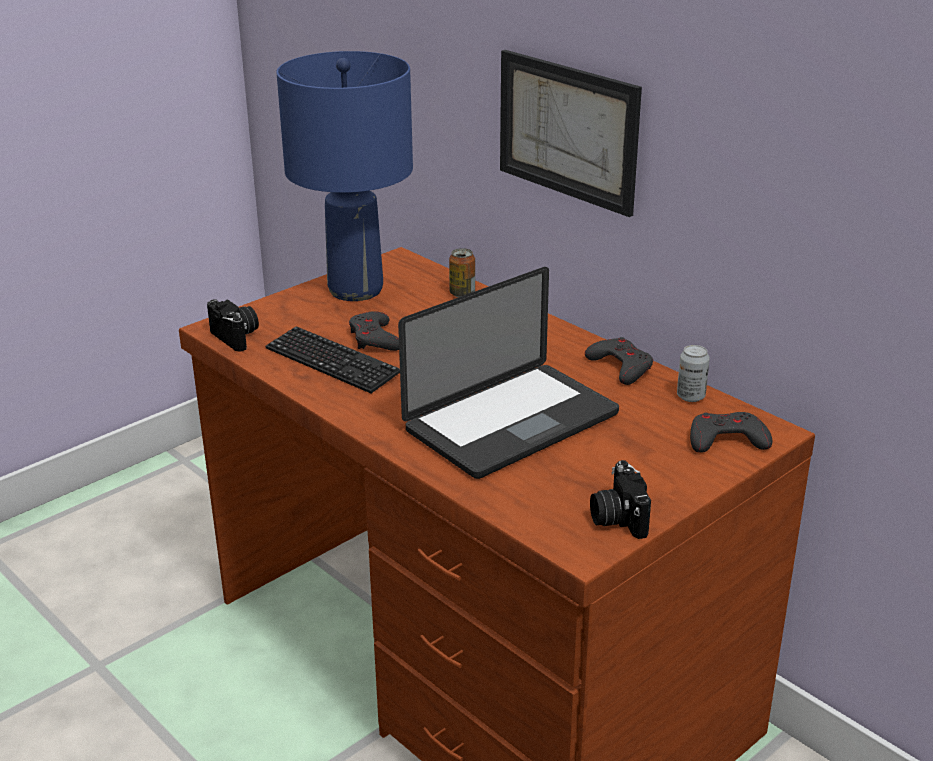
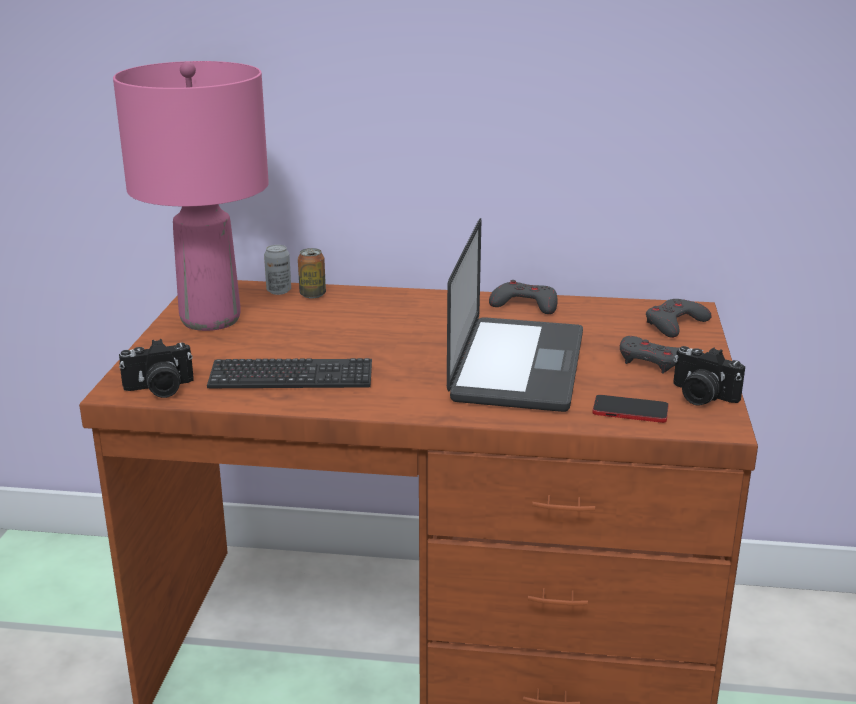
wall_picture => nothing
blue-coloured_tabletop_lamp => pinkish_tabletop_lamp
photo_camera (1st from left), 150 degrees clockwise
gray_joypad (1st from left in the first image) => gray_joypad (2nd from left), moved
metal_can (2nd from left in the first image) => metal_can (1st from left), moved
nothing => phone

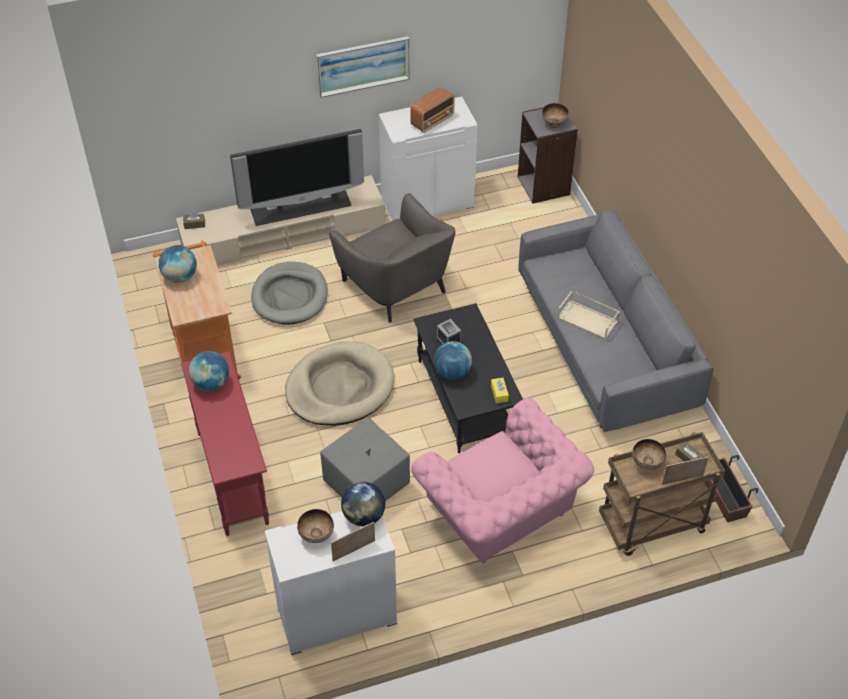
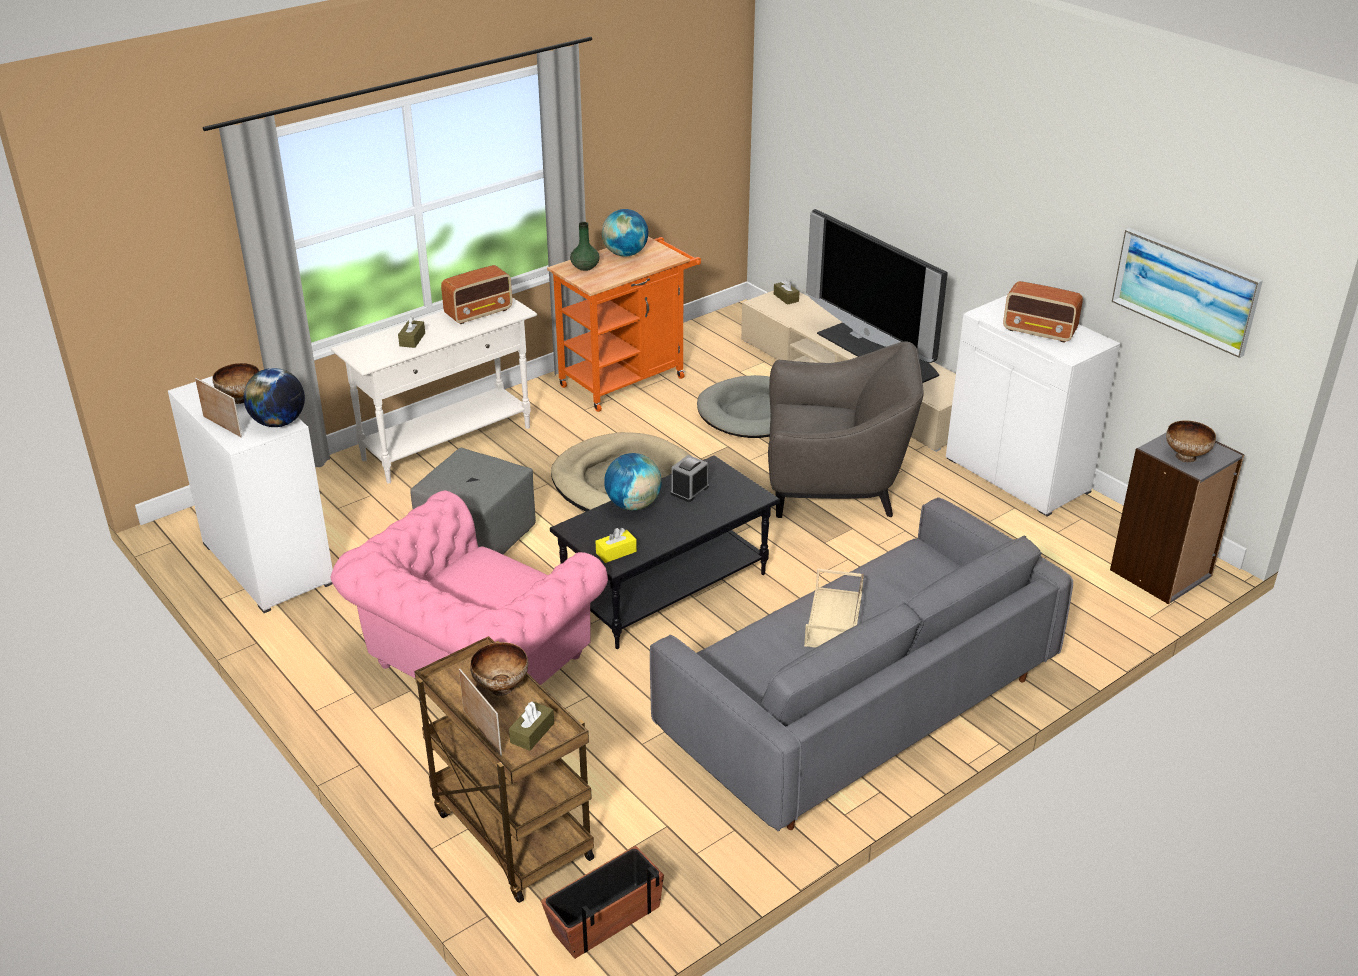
wall_picture, moved
gray_lounge_chair, 120 degrees counterclockwise
reddish_console_table => white_console_table
globe (2nd from left) => radio_set (1st from left)
nothing => greenish_flower_vase
nothing => brownish_tissue_holder (1st from left)

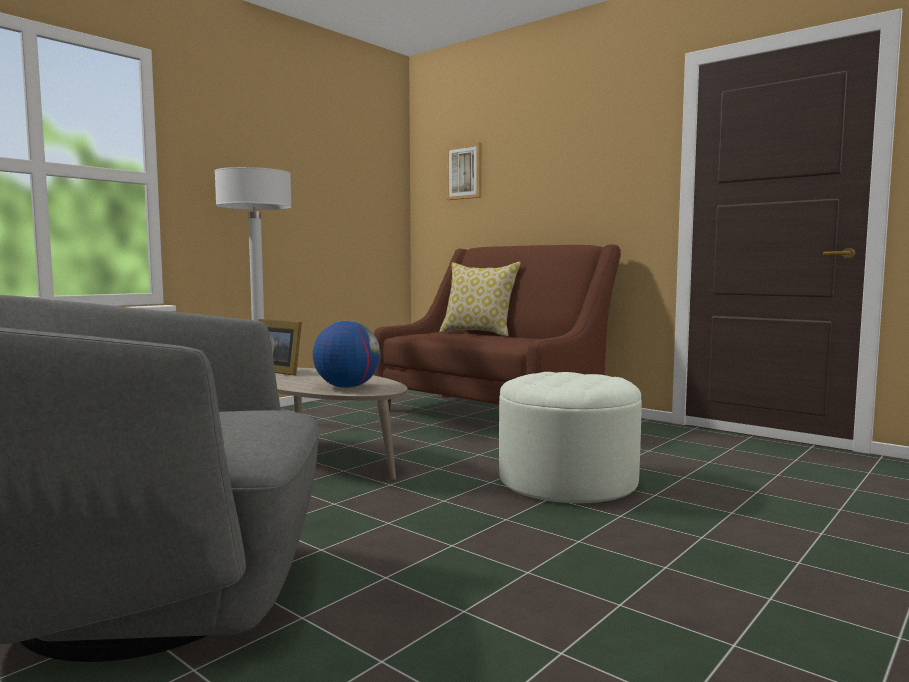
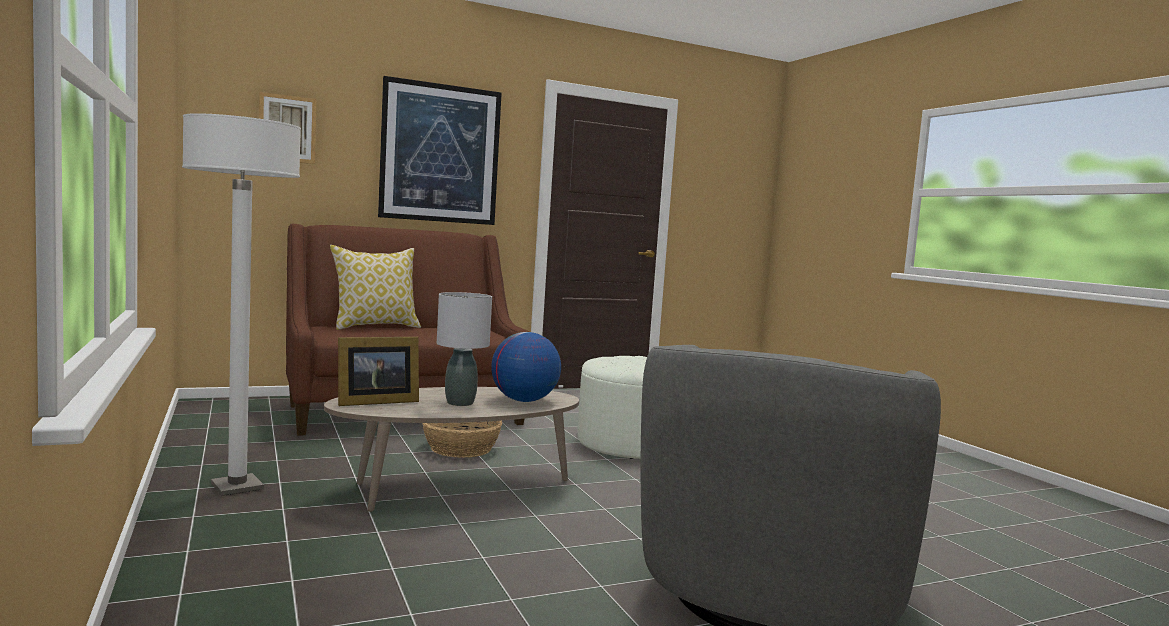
nothing => wall_picture (2nd from left)
nothing => gray_tabletop_lamp
nothing => household_basket

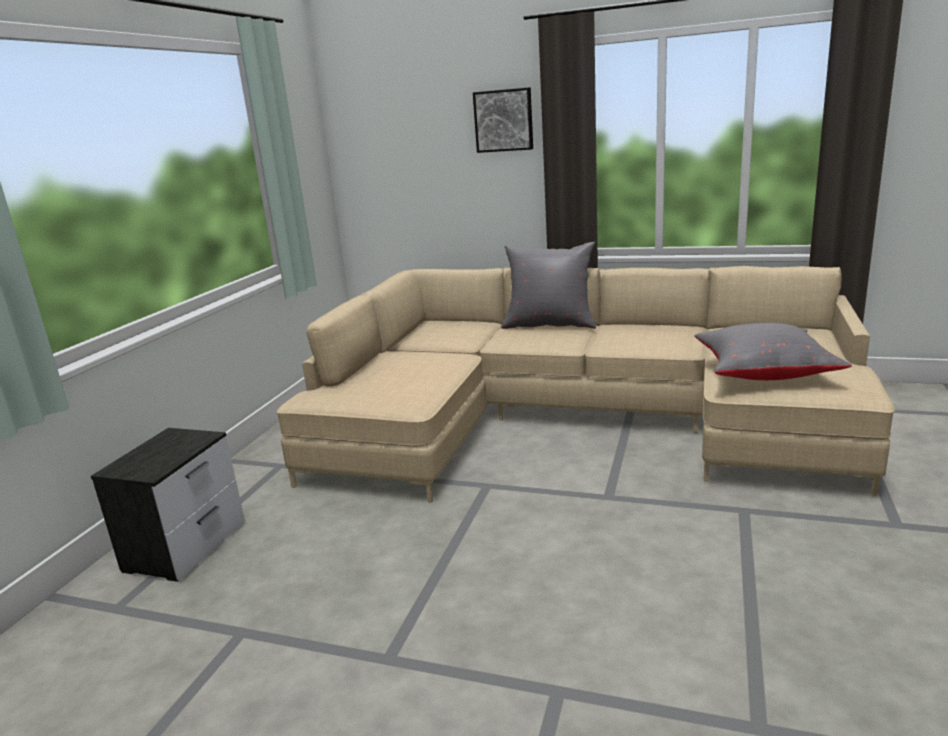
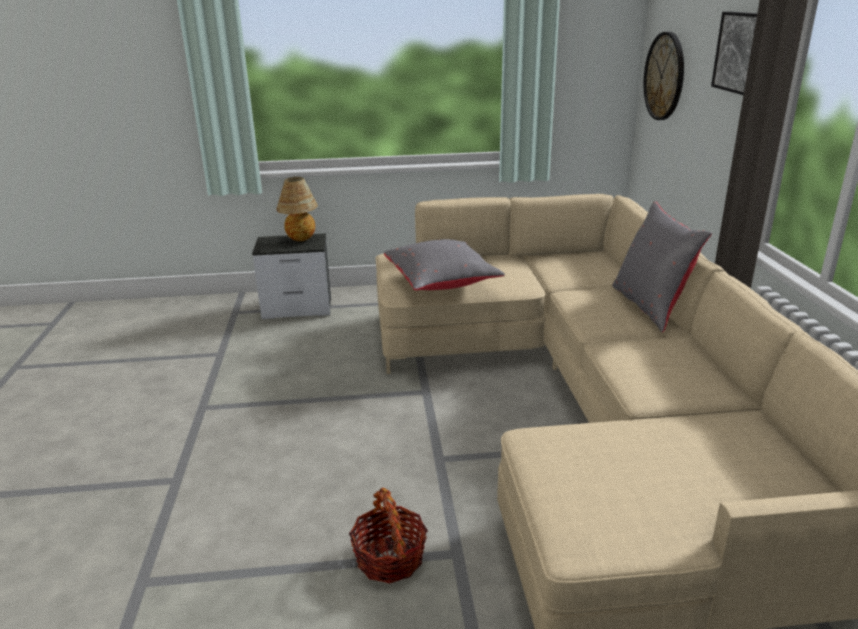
gray_throw_pillow (2nd from left in the first image) => gray_throw_pillow (1st from left), moved
nothing => wall_clock
nothing => tabletop_lamp
nothing => household_basket

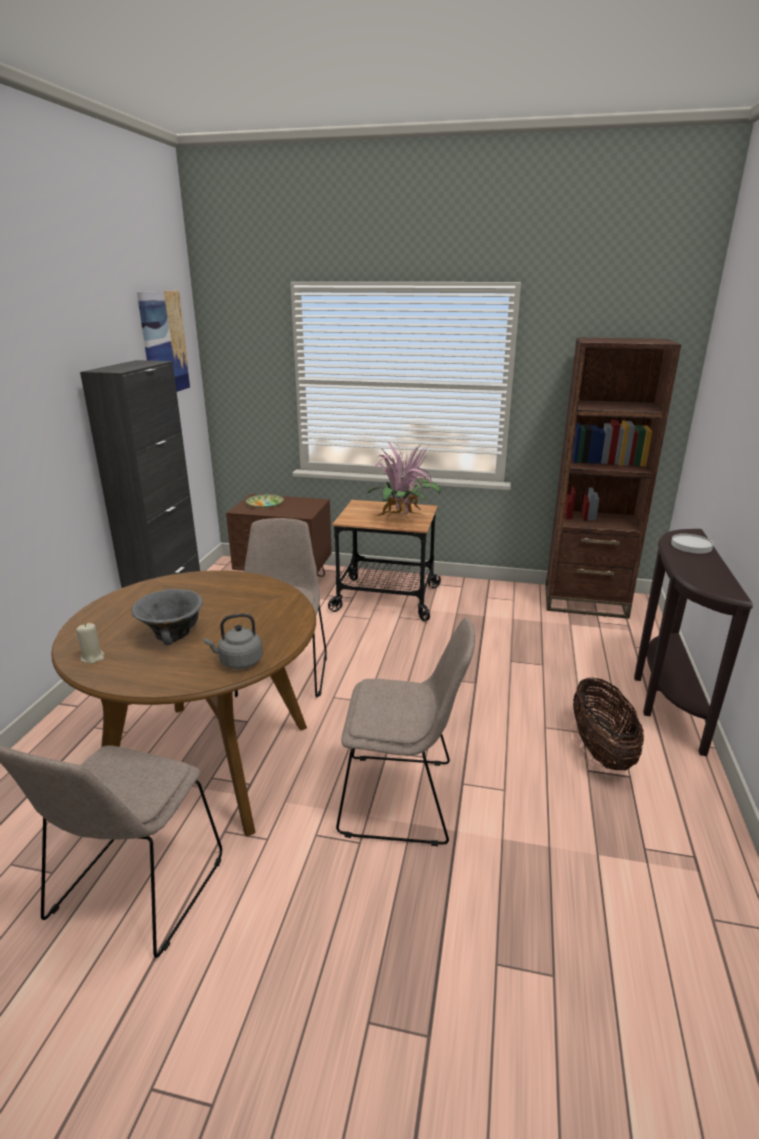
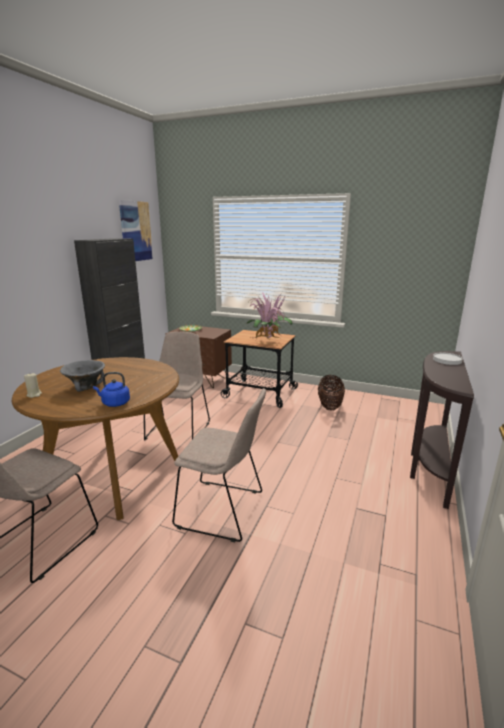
brownish_bookshelf => nothing
gray_tea_kettle => blue-coloured_tea_kettle
household_basket, moved

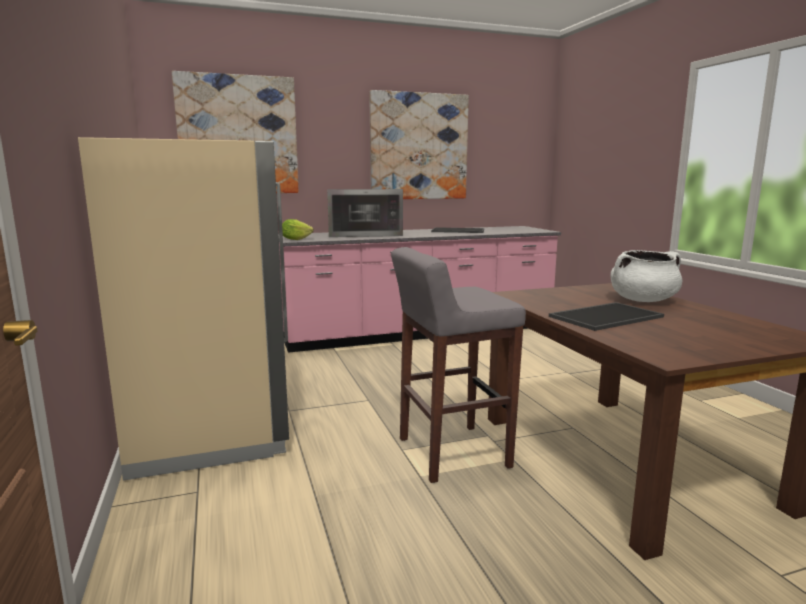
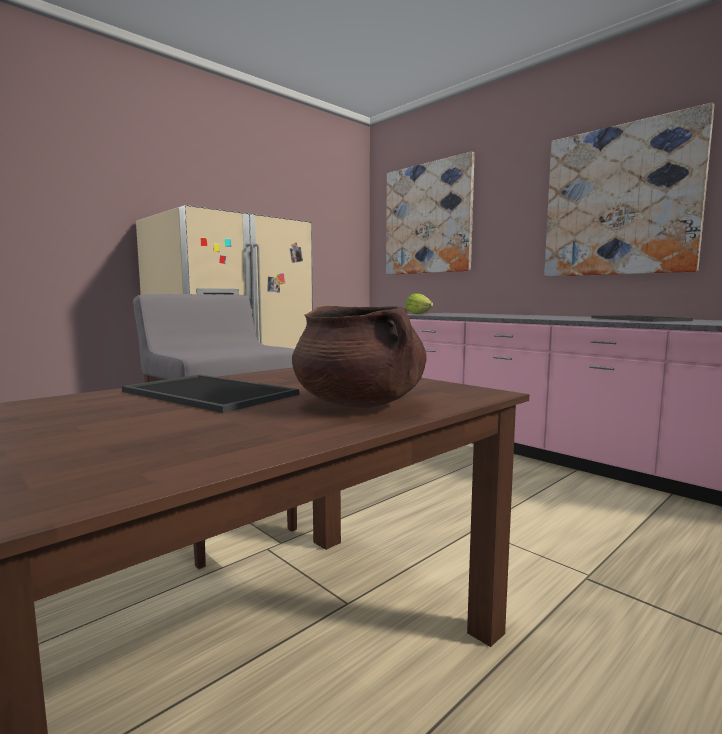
microwave_oven => nothing
white_cooking_pot => brownish_cooking_pot

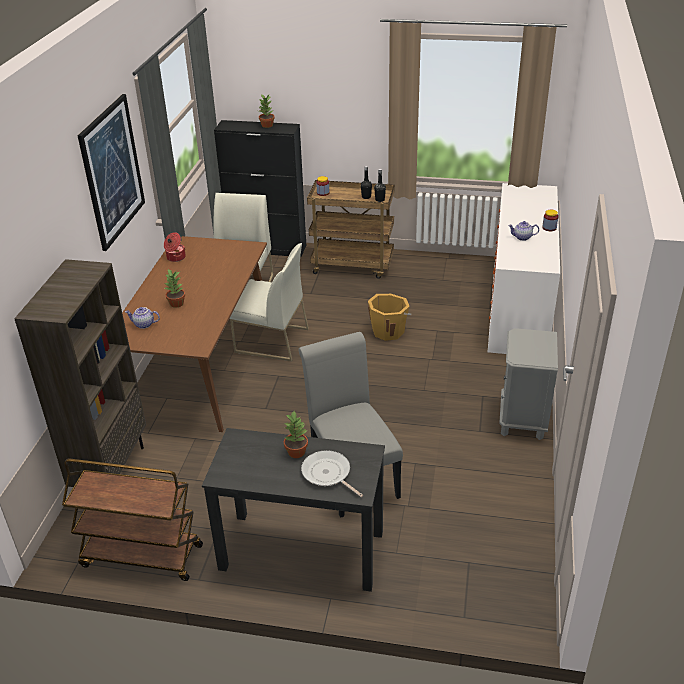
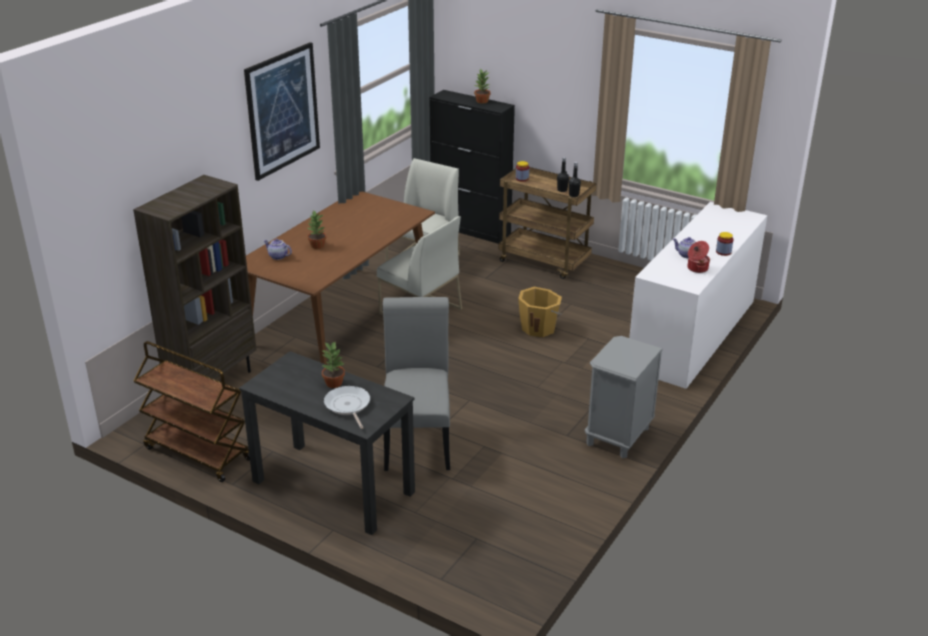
cooking_pot, moved

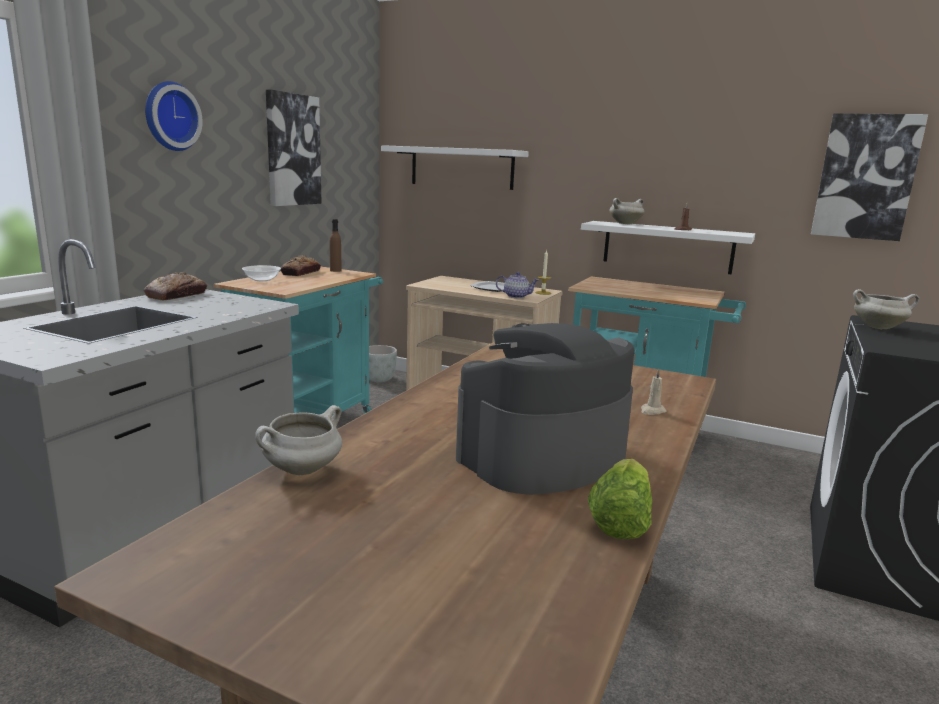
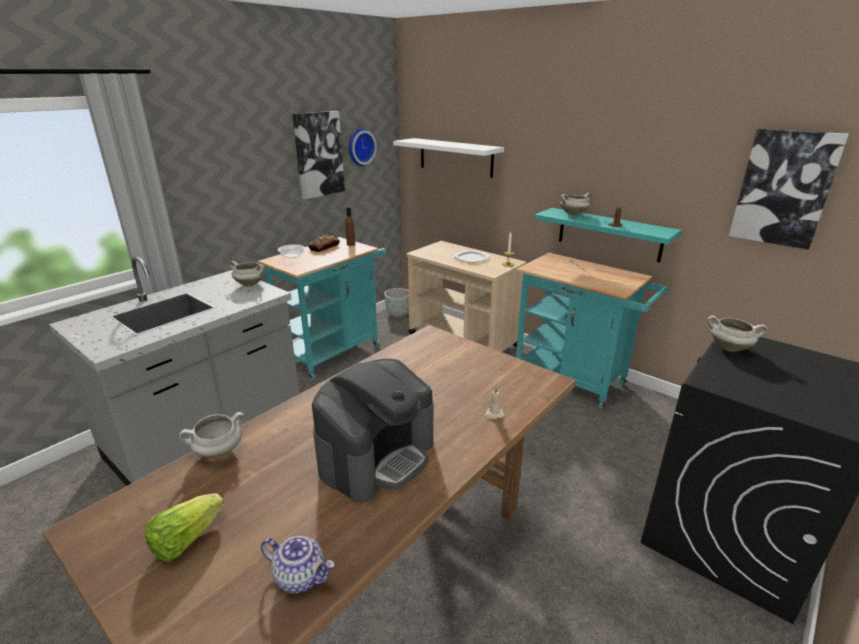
wall_clock, moved
white_bracket_shelf (2nd from left) => turquoise_bracket_shelf
bakery_bread (1st from left) => nothing
tea_pot, moved
coffee_brewer, 150 degrees clockwise
lettuce, moved
nothing => white_cooking_pot (2nd from left)

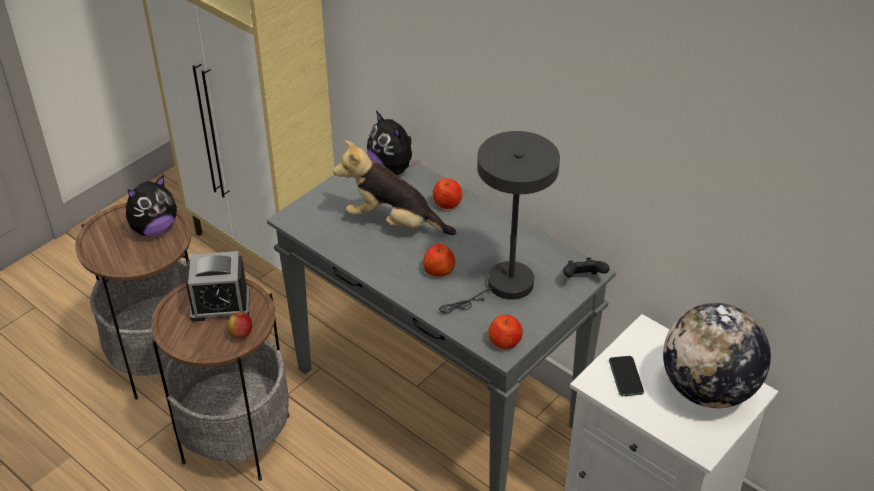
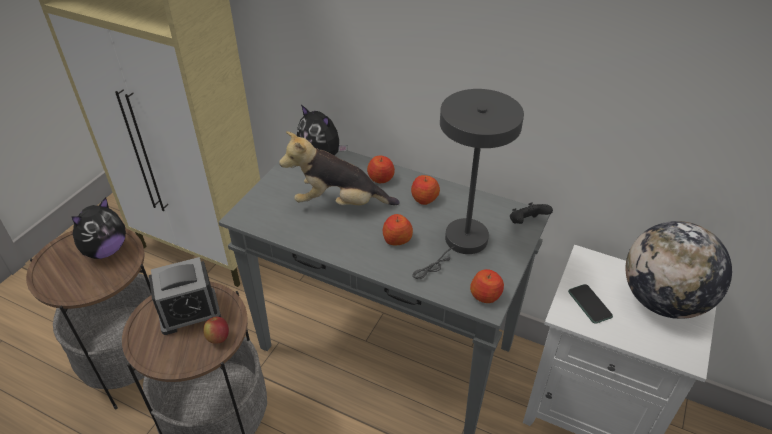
nothing => apple (4th from left)

